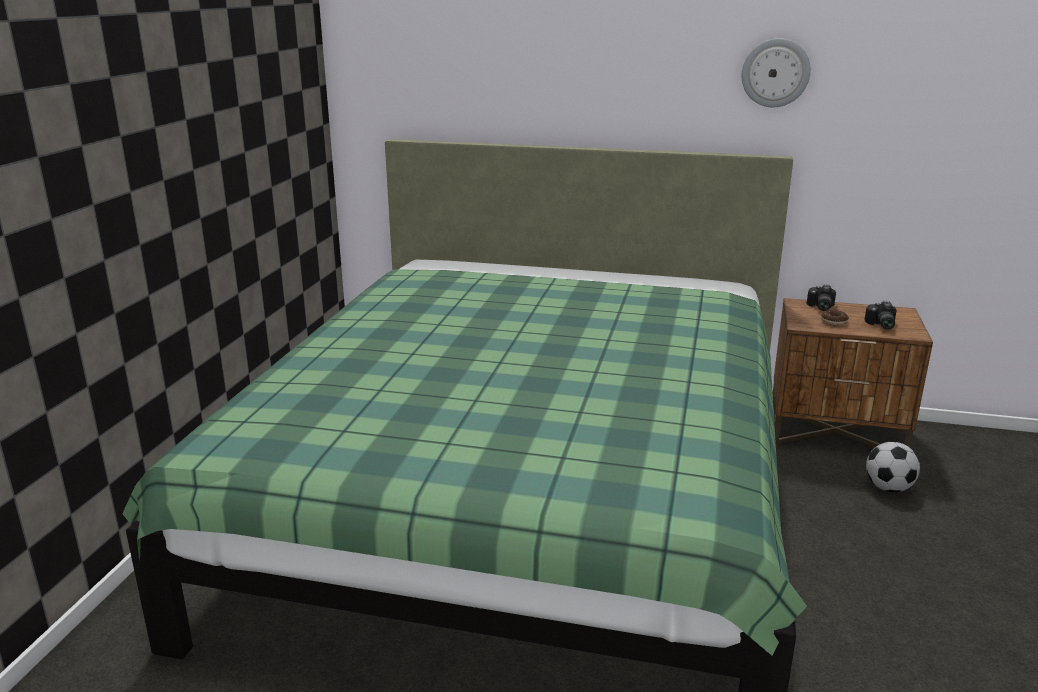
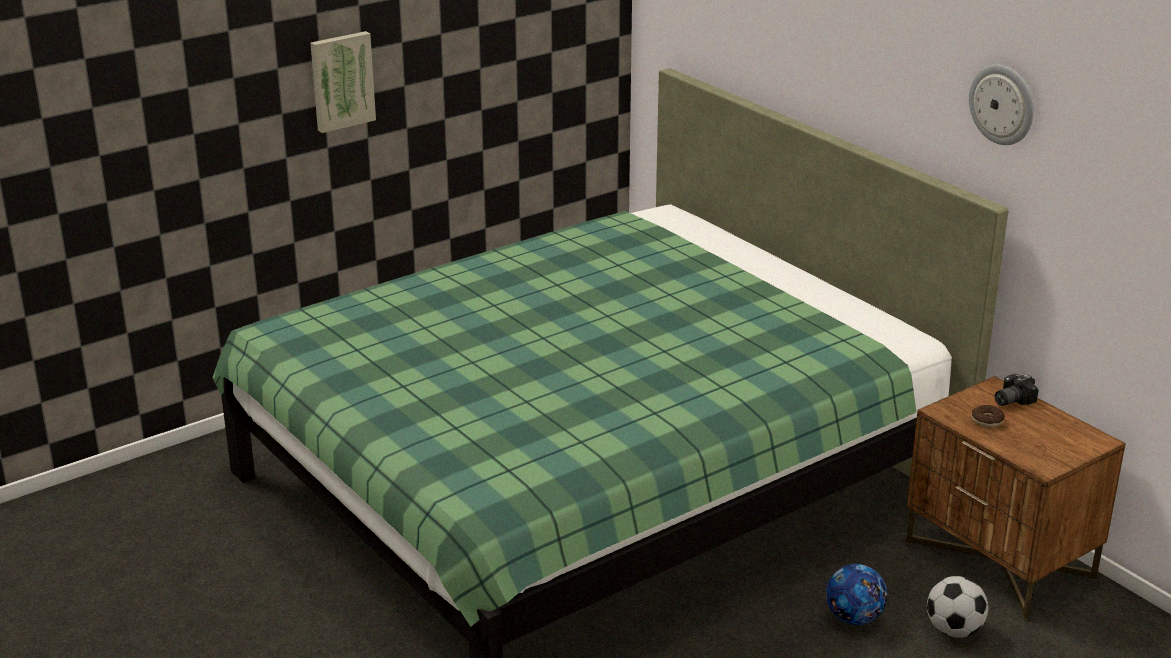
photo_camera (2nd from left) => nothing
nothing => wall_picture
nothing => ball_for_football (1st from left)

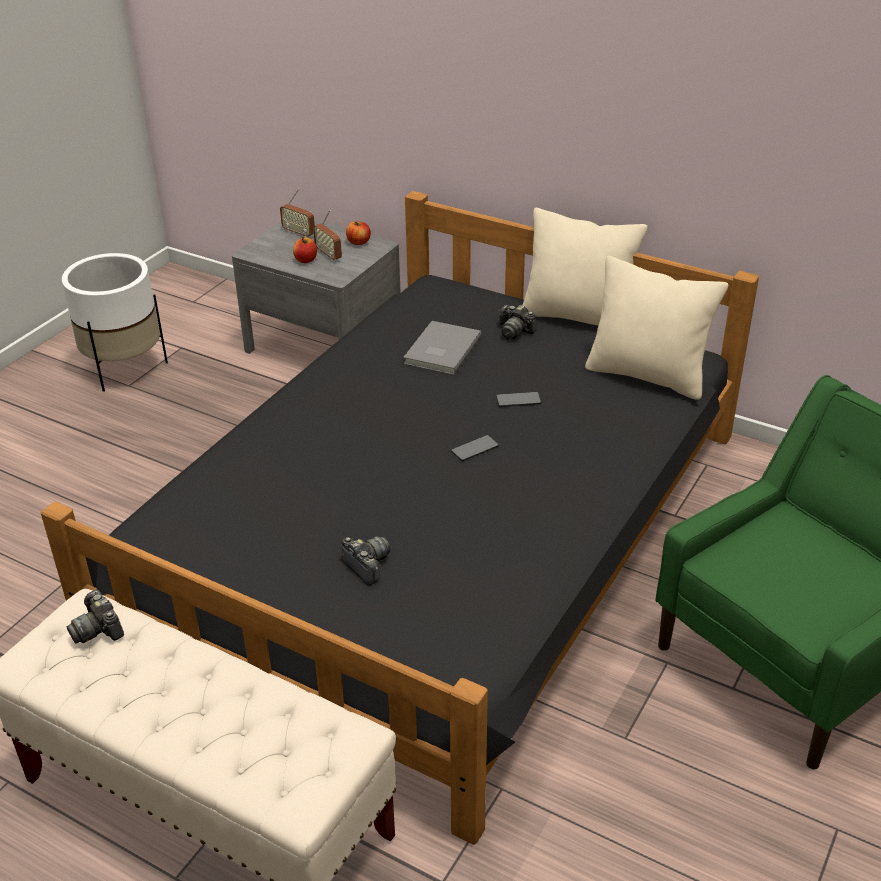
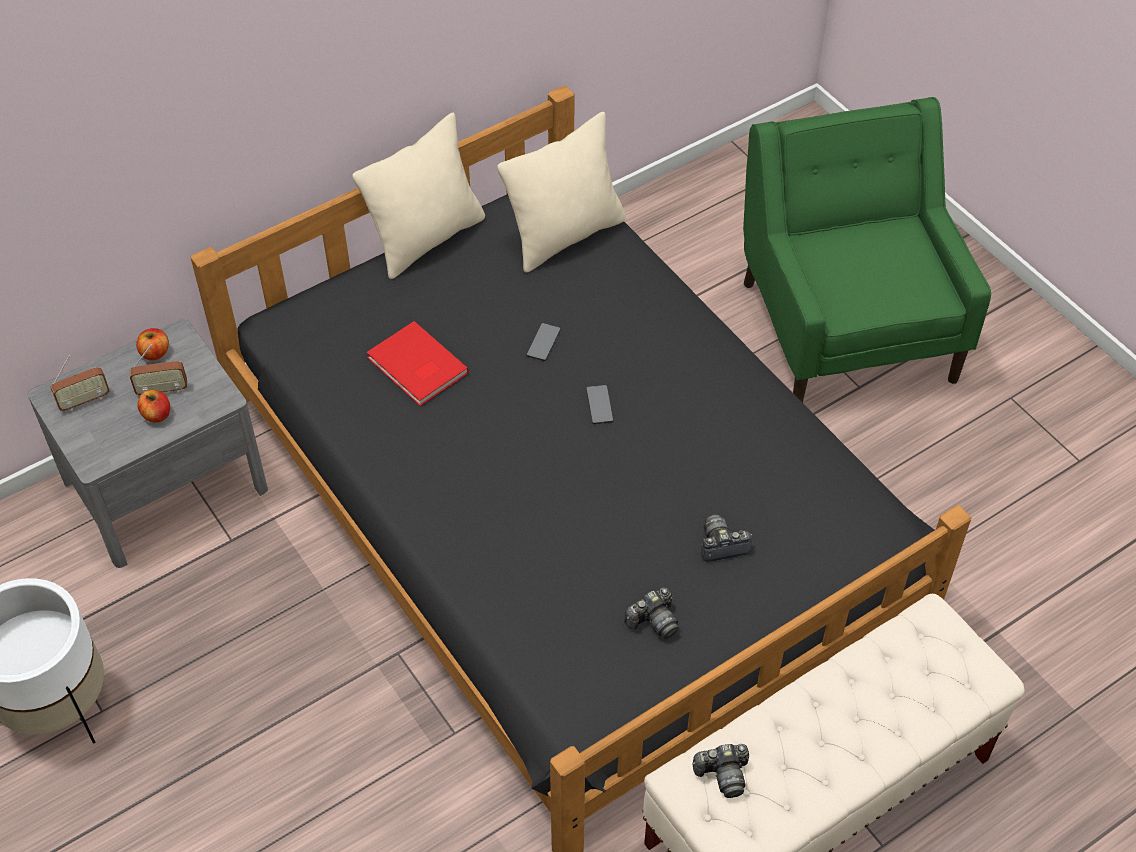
photo_camera (3rd from left in the first image) => photo_camera (1st from left), moved
gray_bound_book => reddish_bound_book

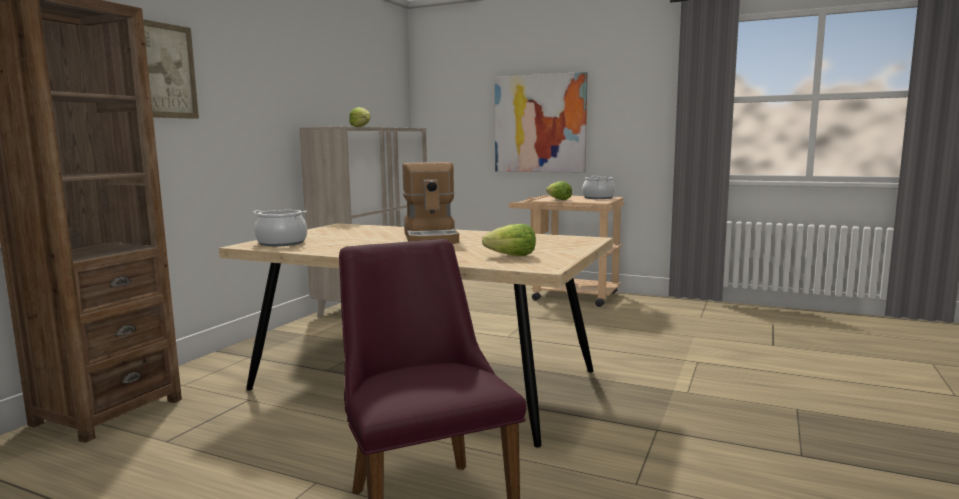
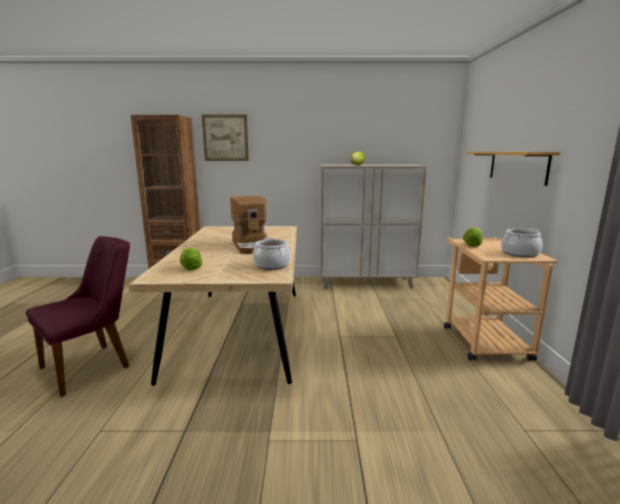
wall_picture (2nd from left) => bracket_shelf
coffee_brewer, 75 degrees counterclockwise
cooking_pot (1st from left), moved

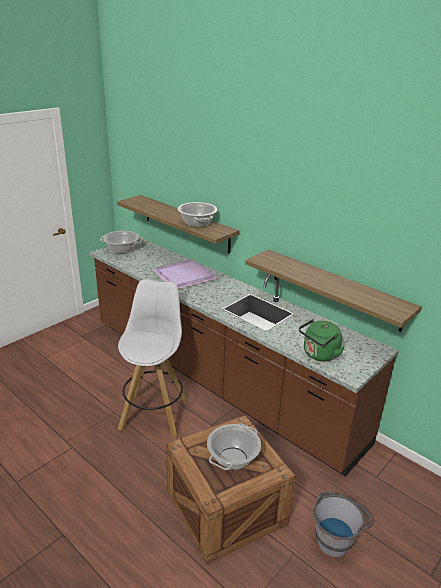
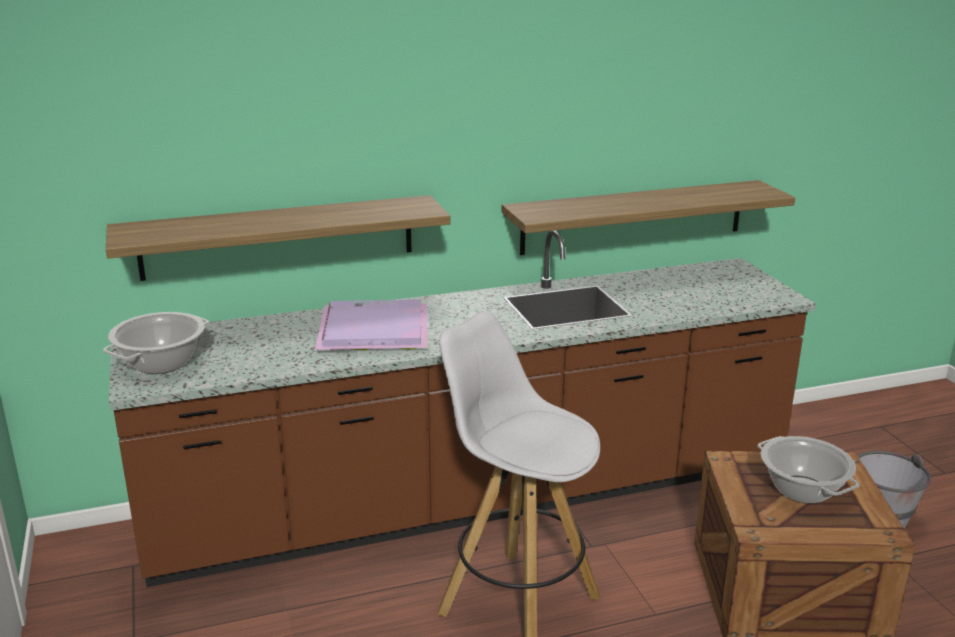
cooking_pot (2nd from left) => nothing
greenish_tea_kettle => nothing

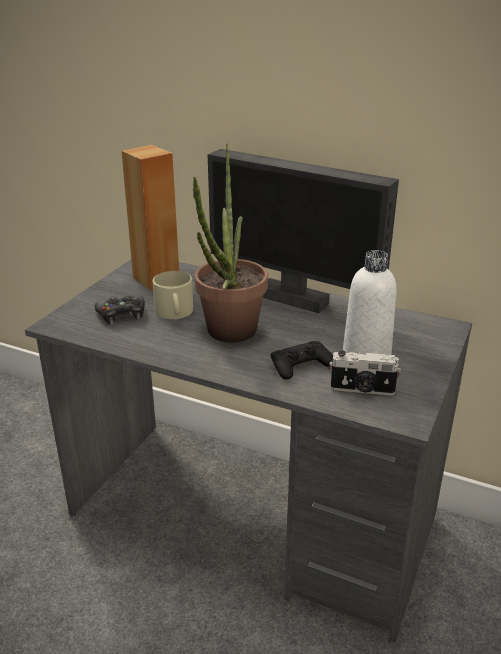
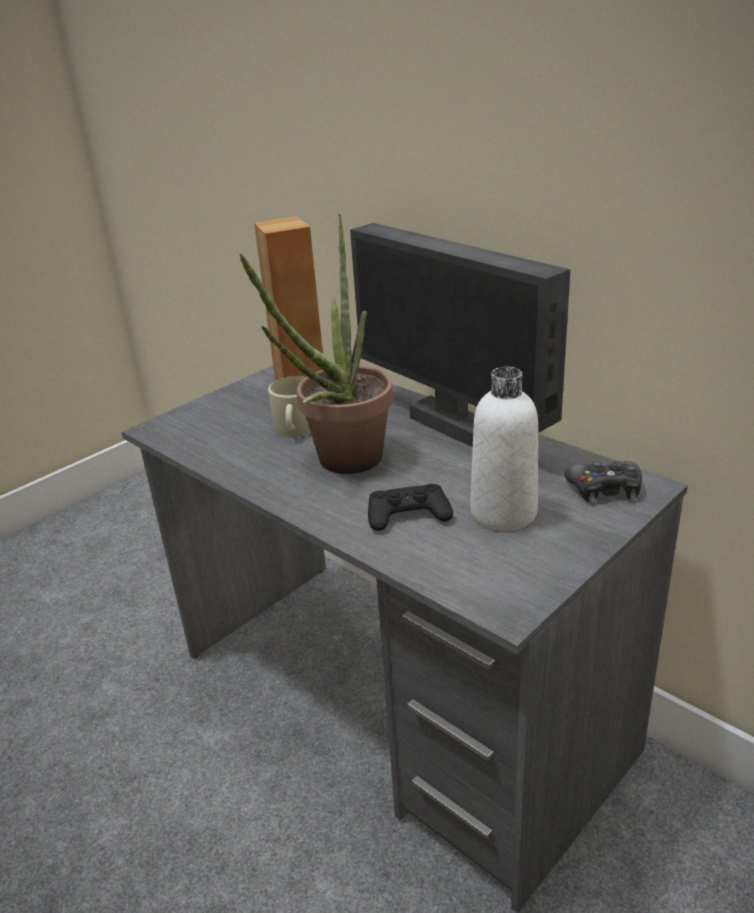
blackish_joypad (1st from left in the first image) => blackish_joypad (2nd from left), moved
photo_camera => nothing

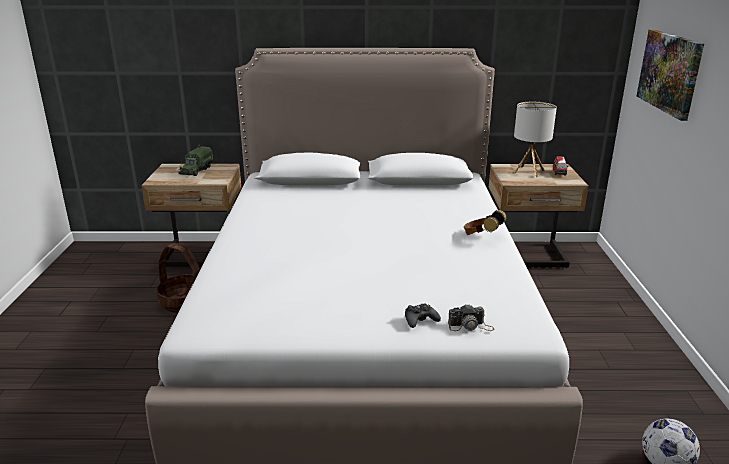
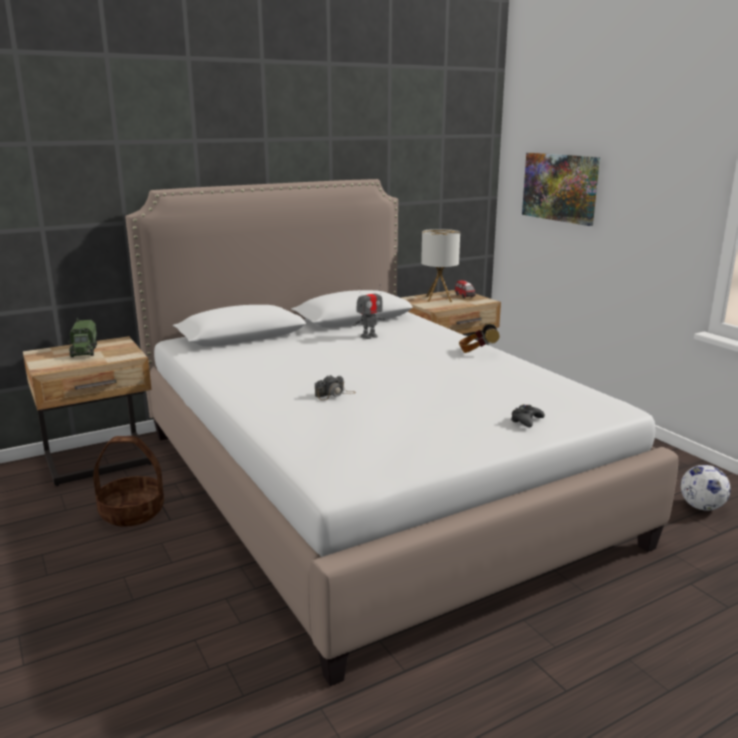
photo_camera, moved
nothing => toy_robot

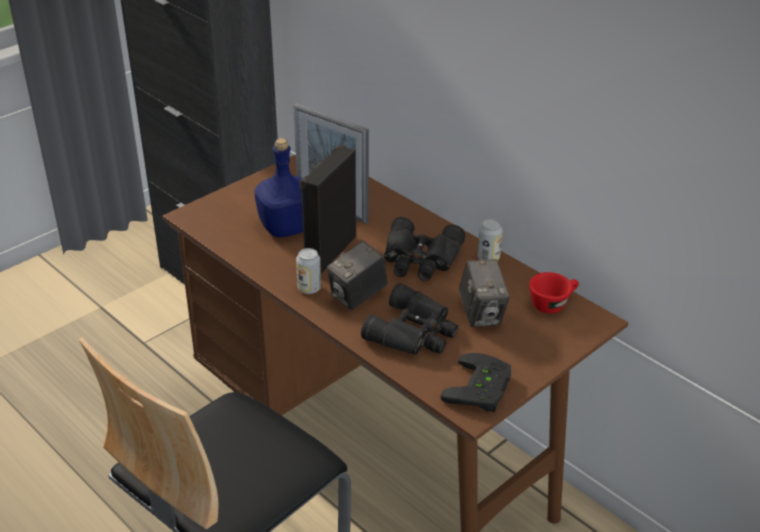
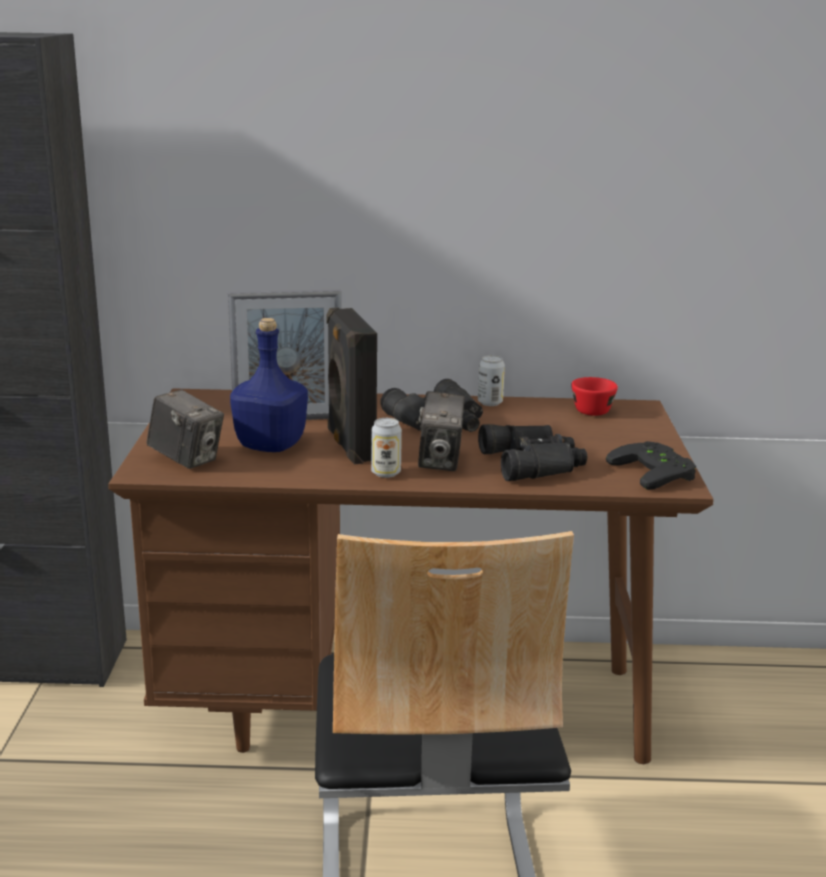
photo_camera (2nd from left in the first image) => photo_camera (1st from left), moved

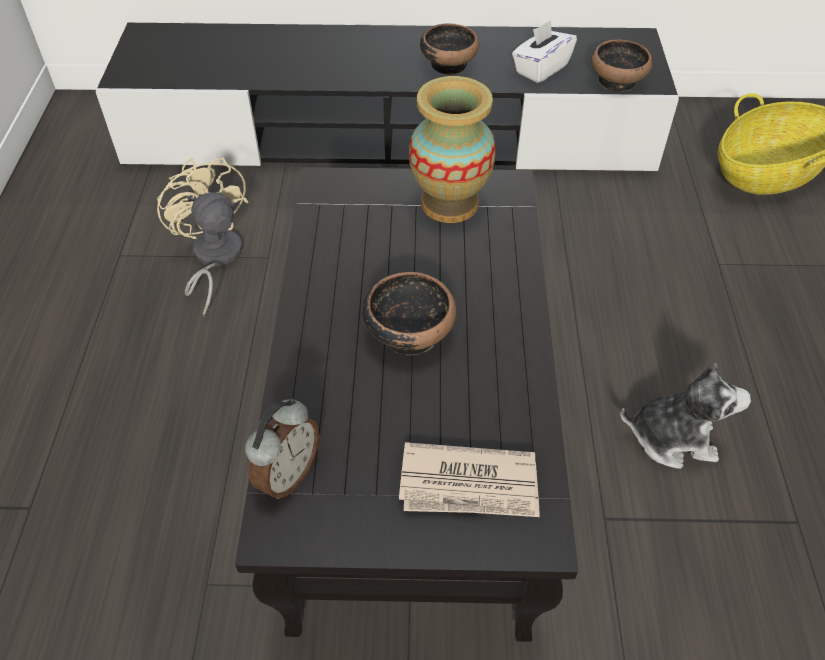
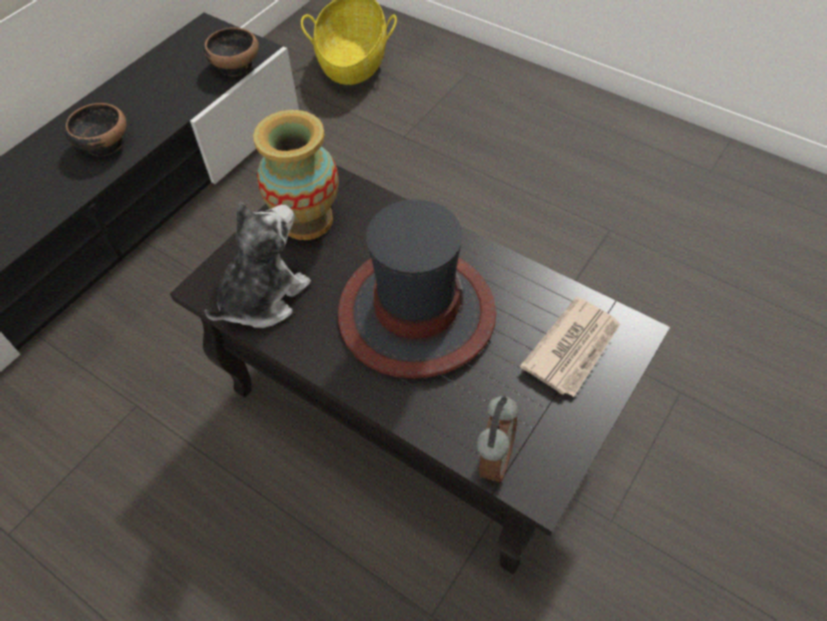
white_tissue_holder => nothing
beige-coloured_electric_fan => nothing
serving_bowl (1st from left) => clothing_hat
plush_toy, moved
alarm_clock, 45 degrees clockwise

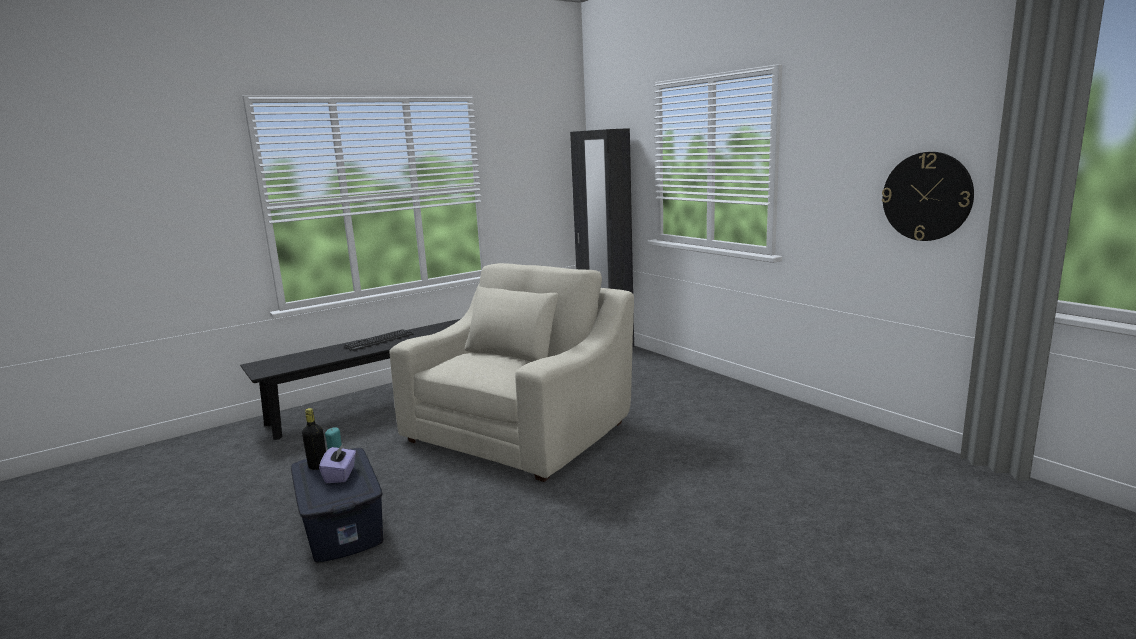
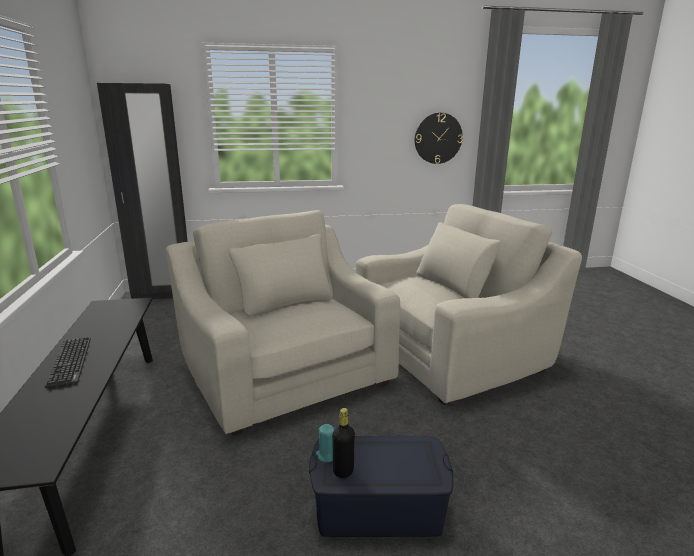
purple_tissue_holder => nothing
nothing => beige-coloured_lounge_chair (2nd from left)

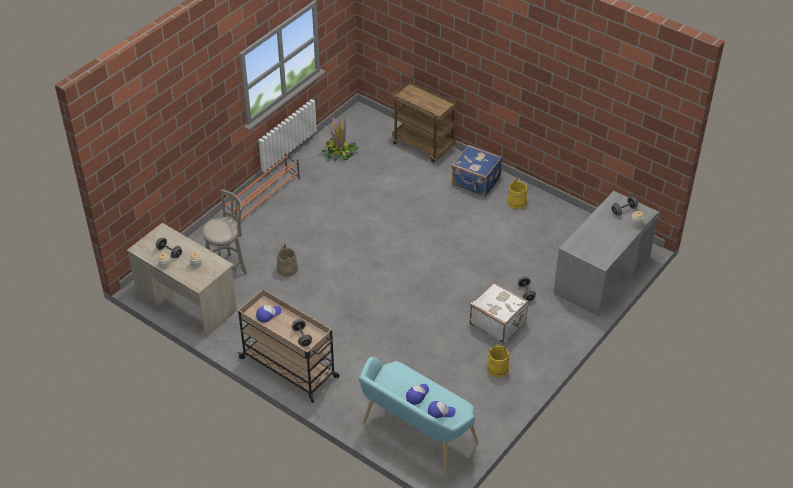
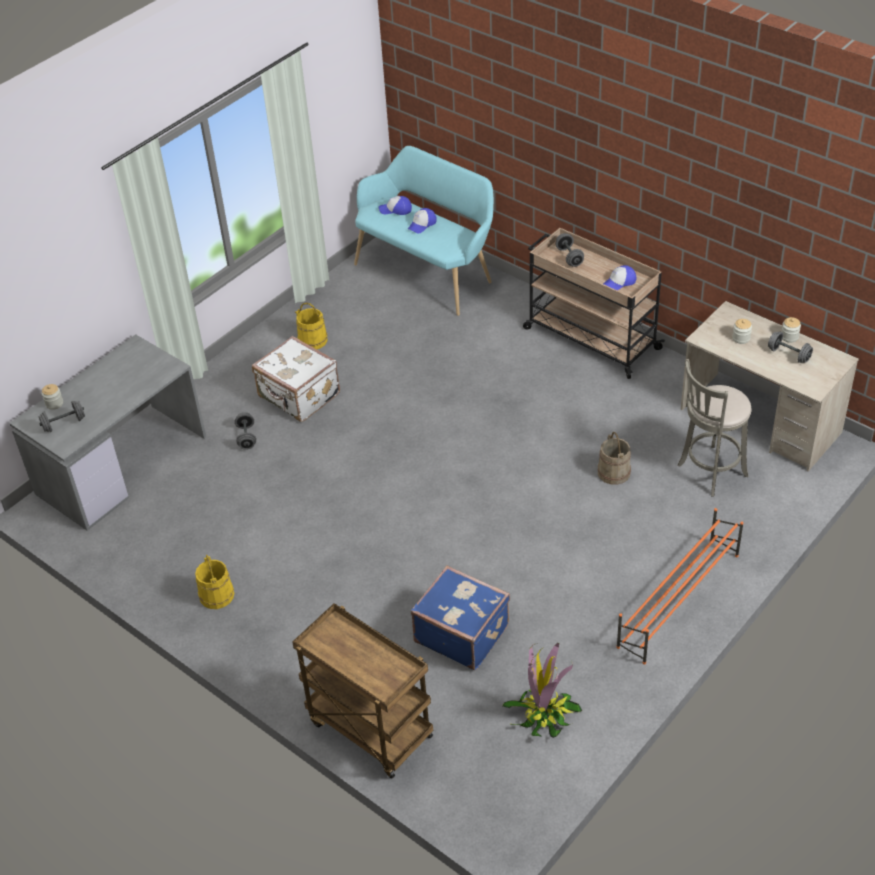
blue-coloured_travel_case, moved

